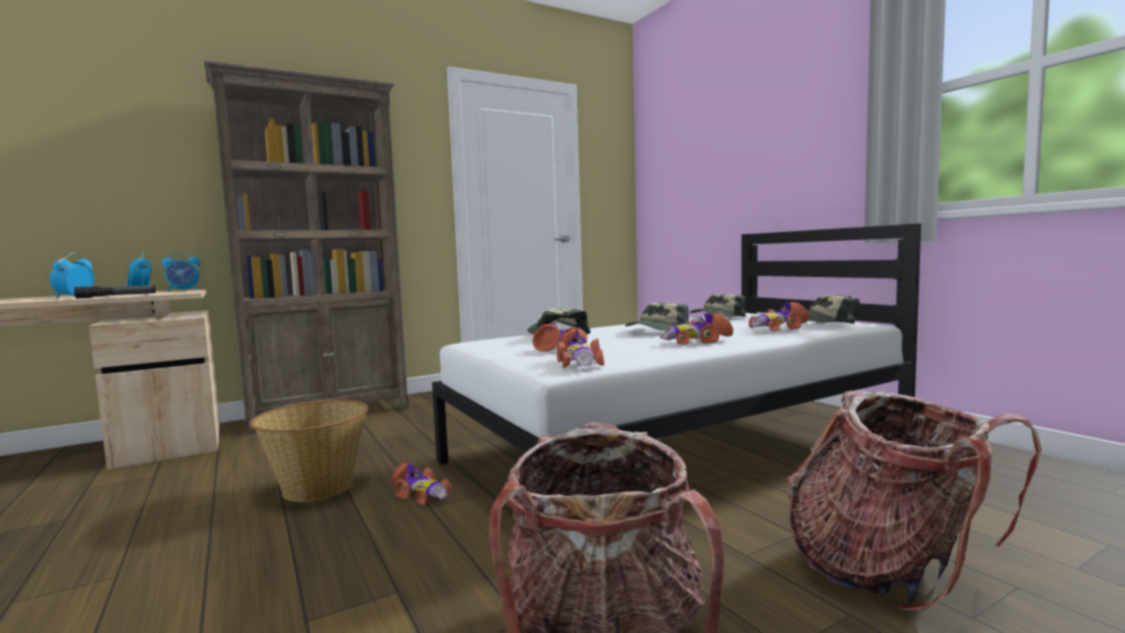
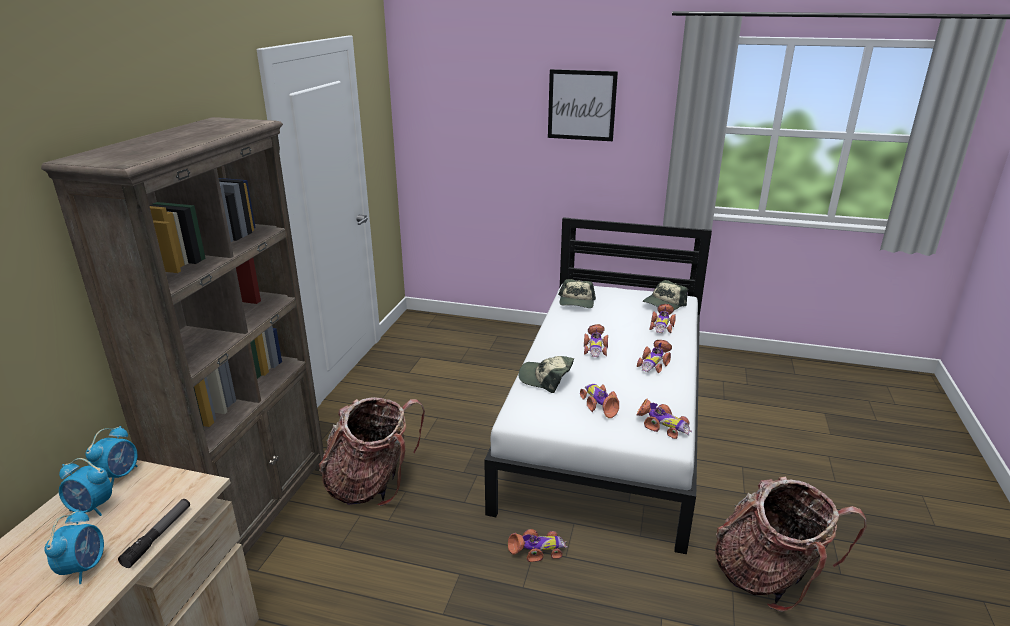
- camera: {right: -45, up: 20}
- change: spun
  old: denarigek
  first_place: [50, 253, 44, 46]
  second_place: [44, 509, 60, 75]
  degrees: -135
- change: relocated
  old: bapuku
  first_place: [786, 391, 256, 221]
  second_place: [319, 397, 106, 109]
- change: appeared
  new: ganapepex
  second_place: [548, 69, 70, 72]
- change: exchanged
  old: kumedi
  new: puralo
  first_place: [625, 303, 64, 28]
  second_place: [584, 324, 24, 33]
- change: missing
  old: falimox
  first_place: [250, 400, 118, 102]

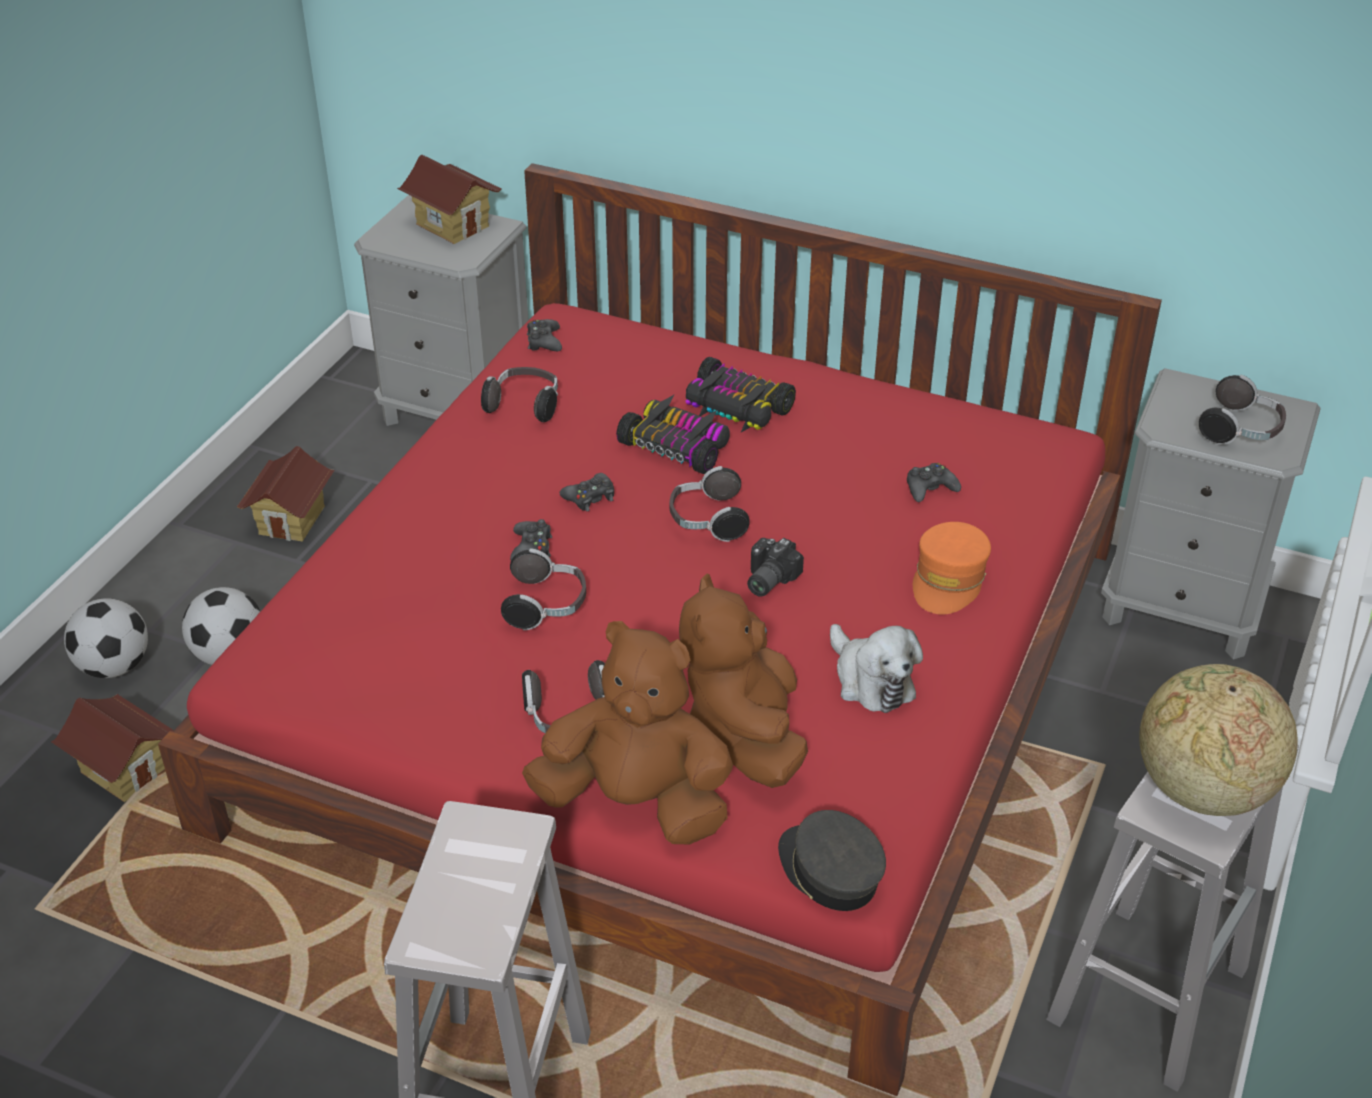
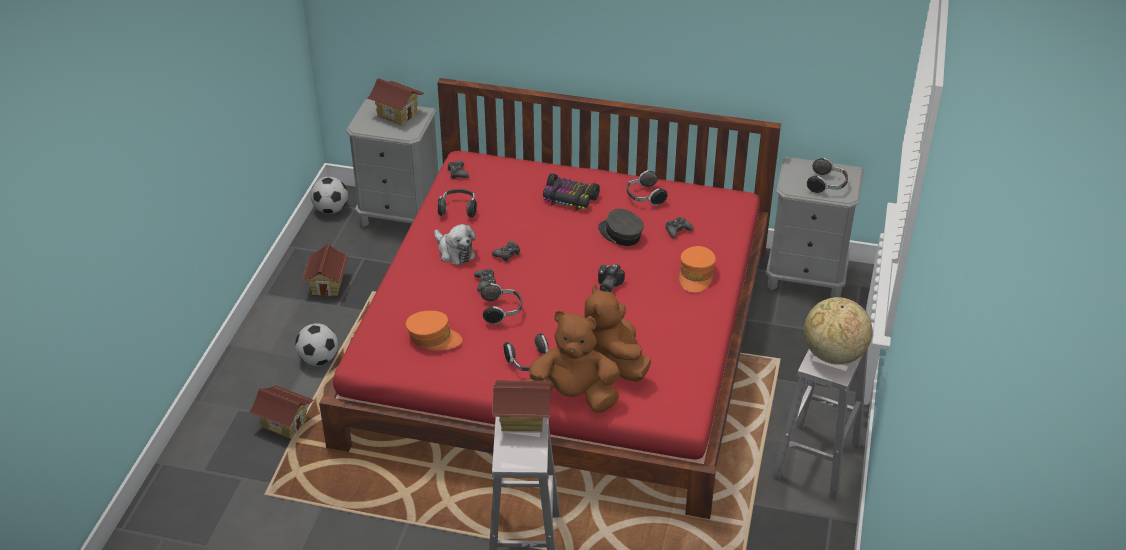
- camera: {right: -10, up: 0}
- change: relocated
  old: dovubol
  first_place: [64, 598, 84, 80]
  second_place: [310, 177, 38, 37]
- change: appeared
  new: kumedi (orange)
  second_place: [406, 311, 56, 40]
- change: relocated
  old: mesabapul
  first_place: [830, 624, 93, 89]
  second_place: [434, 224, 42, 41]
- change: appeared
  new: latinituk
  second_place: [492, 380, 59, 52]
- change: relocated
  old: kumedi (grey)
  first_place: [778, 810, 108, 101]
  second_place: [598, 209, 46, 37]
- change: relocated
  old: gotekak
  first_place: [670, 466, 80, 76]
  second_place: [627, 170, 41, 36]
- change: missing
  old: puralo
  first_place: [616, 395, 114, 79]

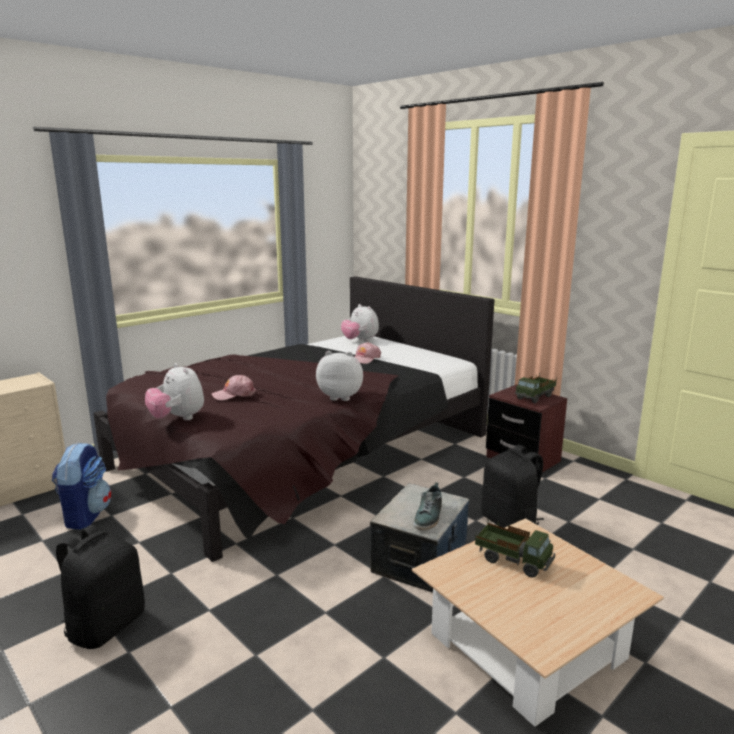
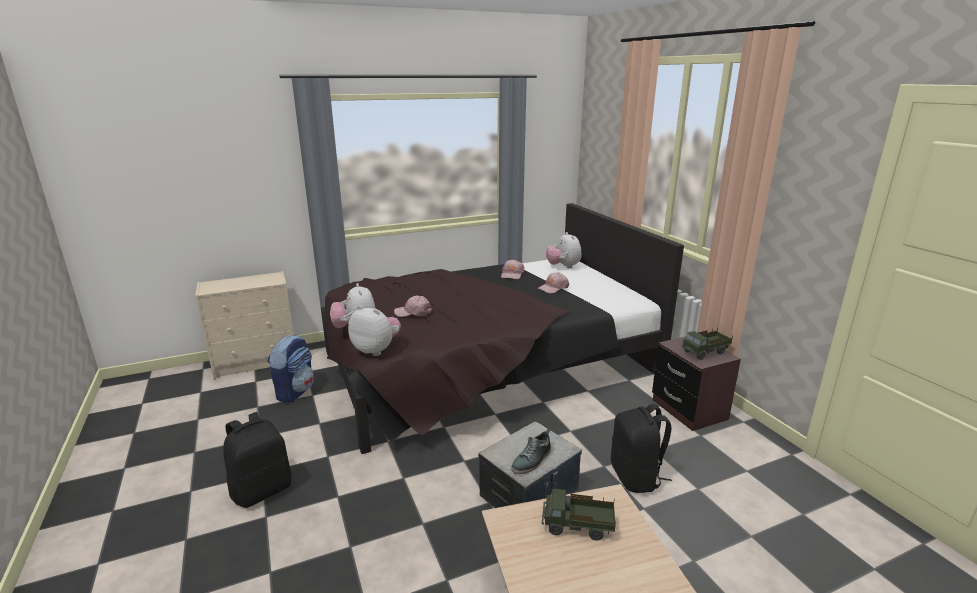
- camera: {right: 20, up: 5}
- change: relocated
  old: mesabapul
  first_place: [316, 351, 47, 50]
  second_place: [348, 305, 53, 51]
- change: appeared
  new: kumedi (pink)
  second_place: [501, 259, 23, 20]
- change: spun
  old: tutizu
  first_place: [475, 521, 80, 56]
  second_place: [542, 488, 74, 53]
  degrees: 135

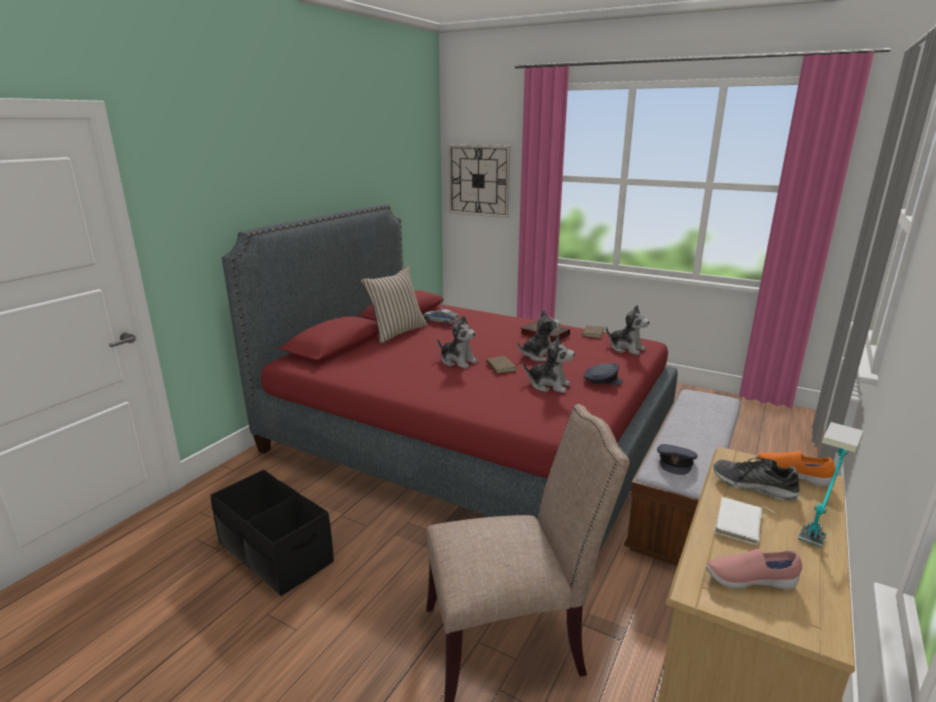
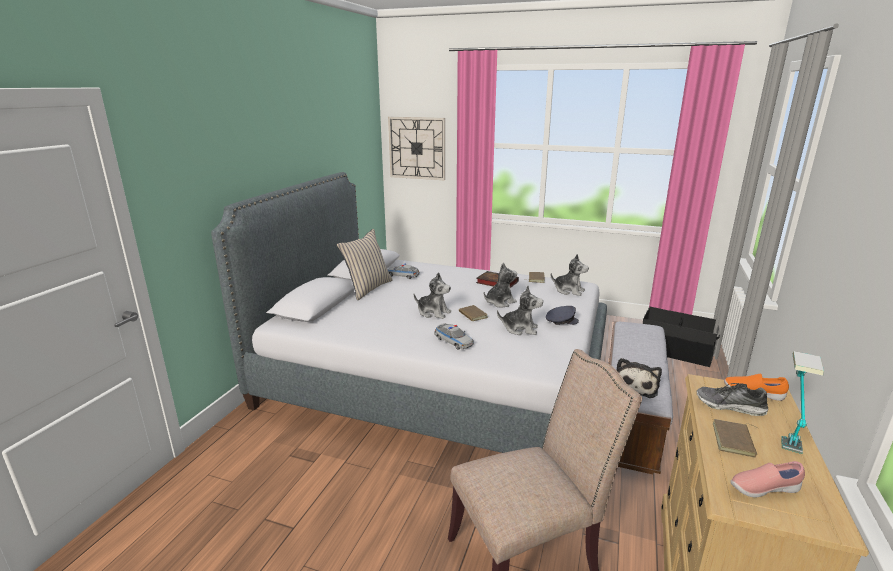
- camera: {right: -10, up: 0}
- change: colour
  old: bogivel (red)
  new: bogivel (grey)
  first_place: [222, 204, 456, 347]
  second_place: [211, 172, 396, 281]
- change: appeared
  new: puralo
  second_place: [434, 323, 40, 27]
- change: exchanged
  old: kumedi (grey)
  new: mesabapul
  first_place: [657, 444, 40, 31]
  second_place: [617, 358, 45, 40]
- change: relocated
  old: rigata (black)
  first_place: [211, 469, 123, 127]
  second_place: [643, 307, 77, 60]
- change: colour
  old: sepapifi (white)
  new: sepapifi (brown)
  first_place: [714, 497, 61, 48]
  second_place: [713, 419, 45, 39]

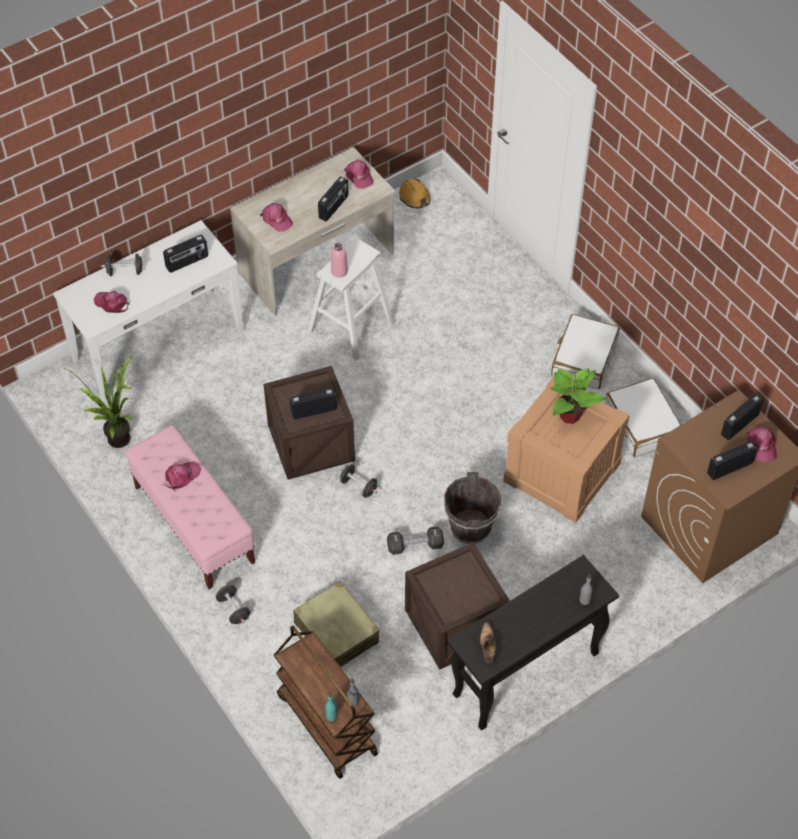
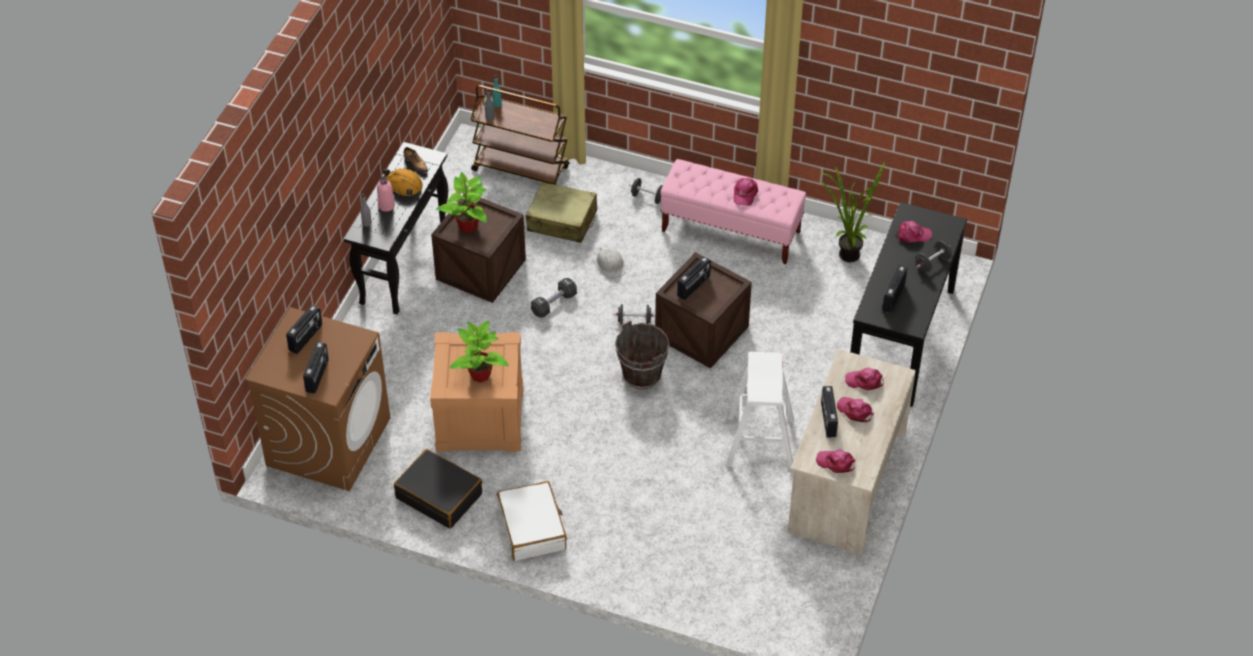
- camera: {right: 145, up: -5}
- change: relocated
  old: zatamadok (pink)
  first_place: [331, 243, 17, 34]
  second_place: [377, 176, 18, 36]
- change: relocated
  old: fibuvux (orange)
  first_place: [399, 179, 31, 30]
  second_place: [383, 168, 40, 28]
- change: colour
  old: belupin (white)
  new: belupin (black)
  first_place: [605, 378, 76, 79]
  second_place: [394, 449, 88, 80]
- change: appeared
  new: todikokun
  second_place: [436, 172, 51, 60]
- change: appeared
  new: fibuvux (white)
  second_place: [596, 247, 29, 31]
- change: relocated
  old: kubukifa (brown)
  first_place: [444, 472, 57, 72]
  second_place: [615, 321, 55, 68]
- change: relocated
  old: kumedi (pink)
  first_place: [746, 427, 31, 35]
  second_place: [837, 397, 37, 25]
- change: colour
  old: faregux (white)
  new: faregux (black)
  first_place: [53, 220, 191, 184]
  second_place: [850, 202, 117, 205]

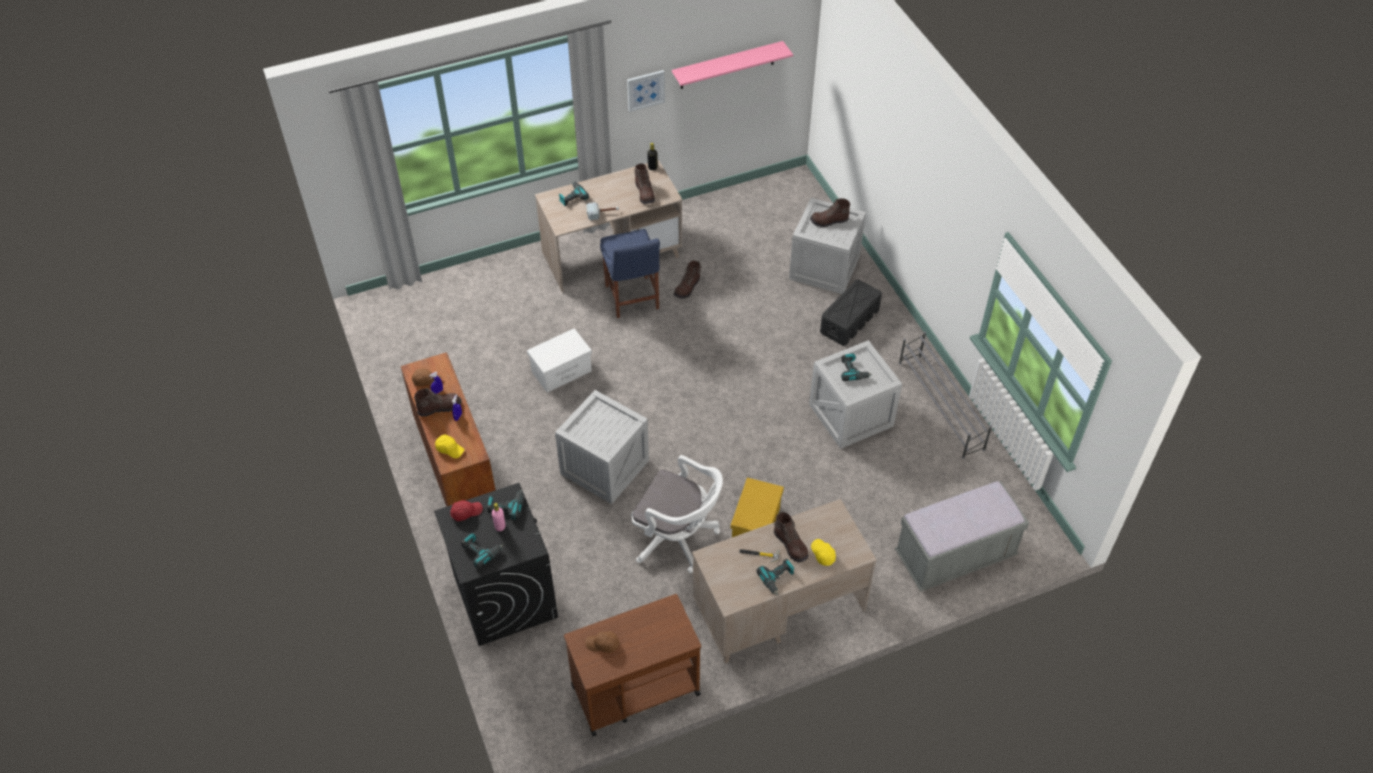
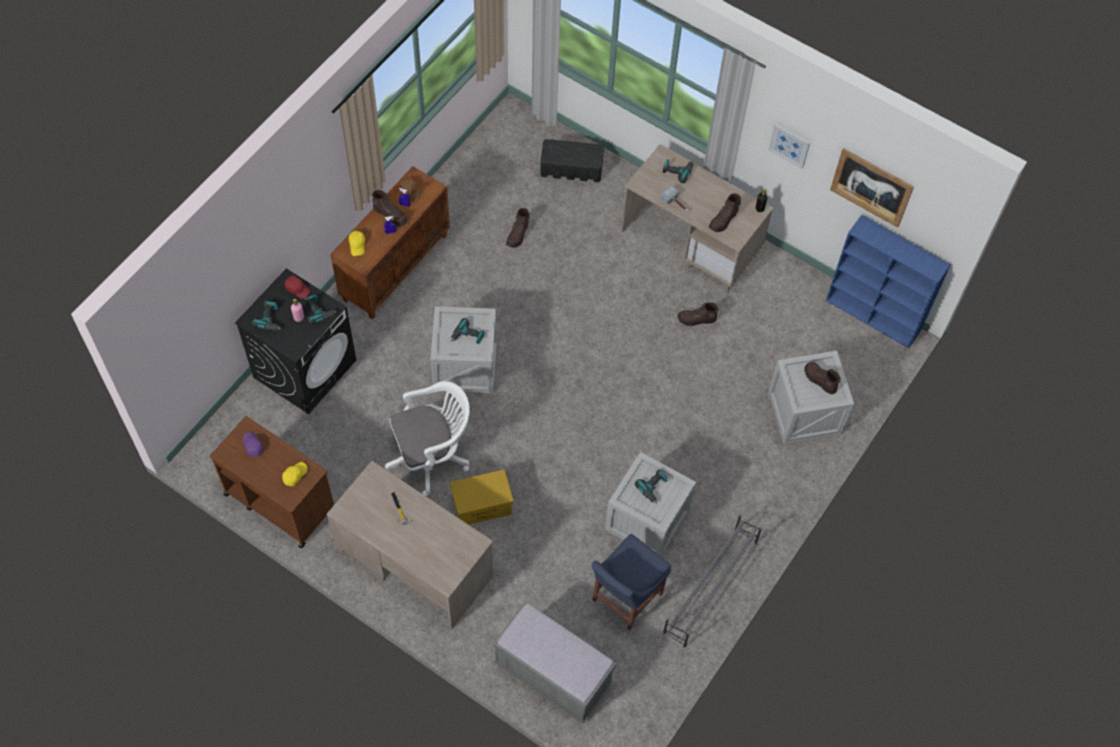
- camera: {right: 55, up: 10}
- change: colour
  old: kumedi (brown)
  new: kumedi (purple)
  first_place: [586, 631, 33, 22]
  second_place: [243, 432, 20, 25]
- change: relocated
  old: kumedi (yellow)
  first_place: [811, 539, 25, 27]
  second_place: [282, 462, 26, 24]
- change: spun
  old: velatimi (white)
  first_place: [631, 455, 92, 118]
  second_place: [385, 381, 85, 115]
  degrees: -105
- change: relocated
  old: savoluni
  first_place: [756, 558, 38, 37]
  second_place: [451, 318, 33, 26]
- change: relocated
  old: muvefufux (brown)
  first_place: [774, 512, 35, 50]
  second_place: [506, 208, 24, 40]
- change: relocated
  old: rigata (black)
  first_place: [820, 279, 62, 67]
  second_place: [540, 139, 64, 43]
- change: relocated
  old: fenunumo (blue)
  first_place: [600, 229, 60, 89]
  second_place: [591, 534, 80, 97]
- change: appeared
  new: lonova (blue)
  second_place: [826, 215, 125, 133]
- change: exchanged
  old: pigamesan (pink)
  new: ganapepex
  first_place: [672, 41, 121, 48]
  second_place: [830, 148, 84, 80]
- change: missing
  old: rigata (white)
  first_place: [527, 328, 65, 65]

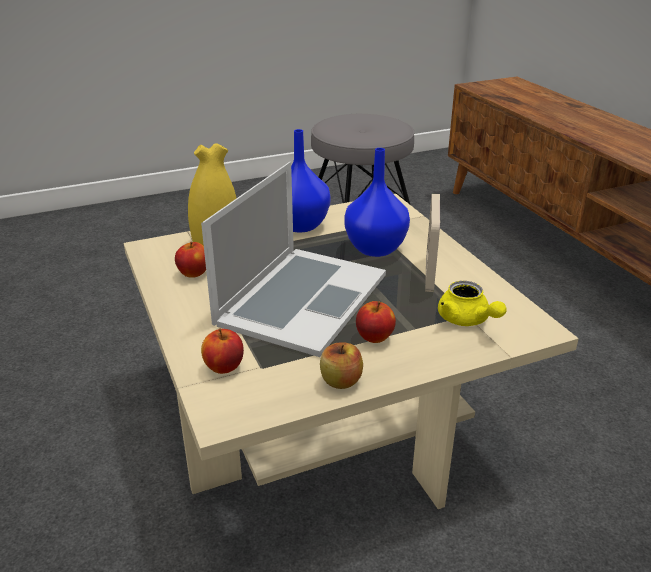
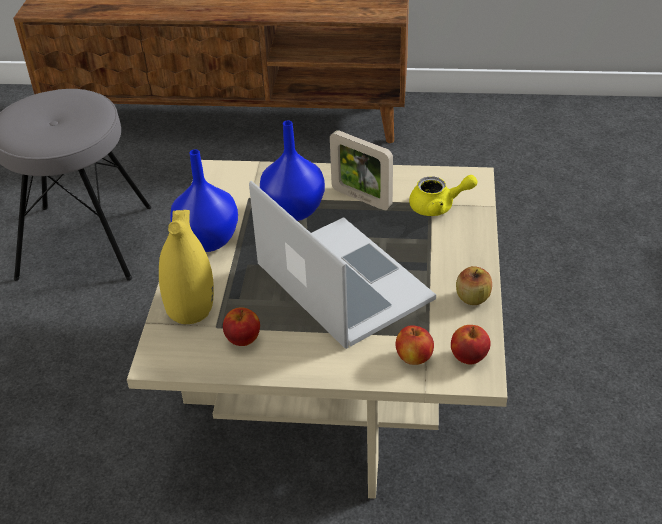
- camera: {right: -60, up: 10}
- change: relocated
  old: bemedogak
  first_place: [356, 301, 40, 42]
  second_place: [451, 325, 40, 40]

